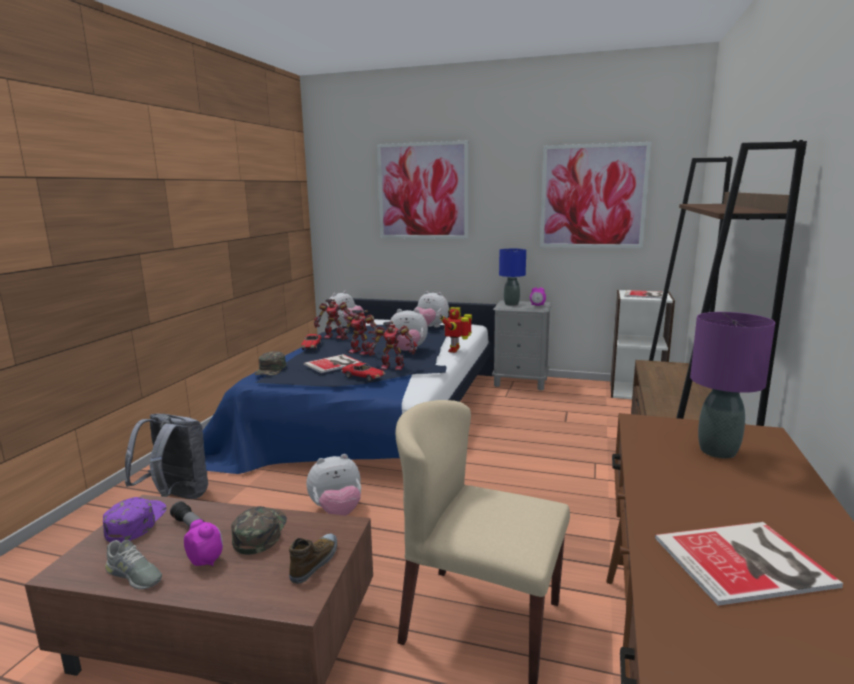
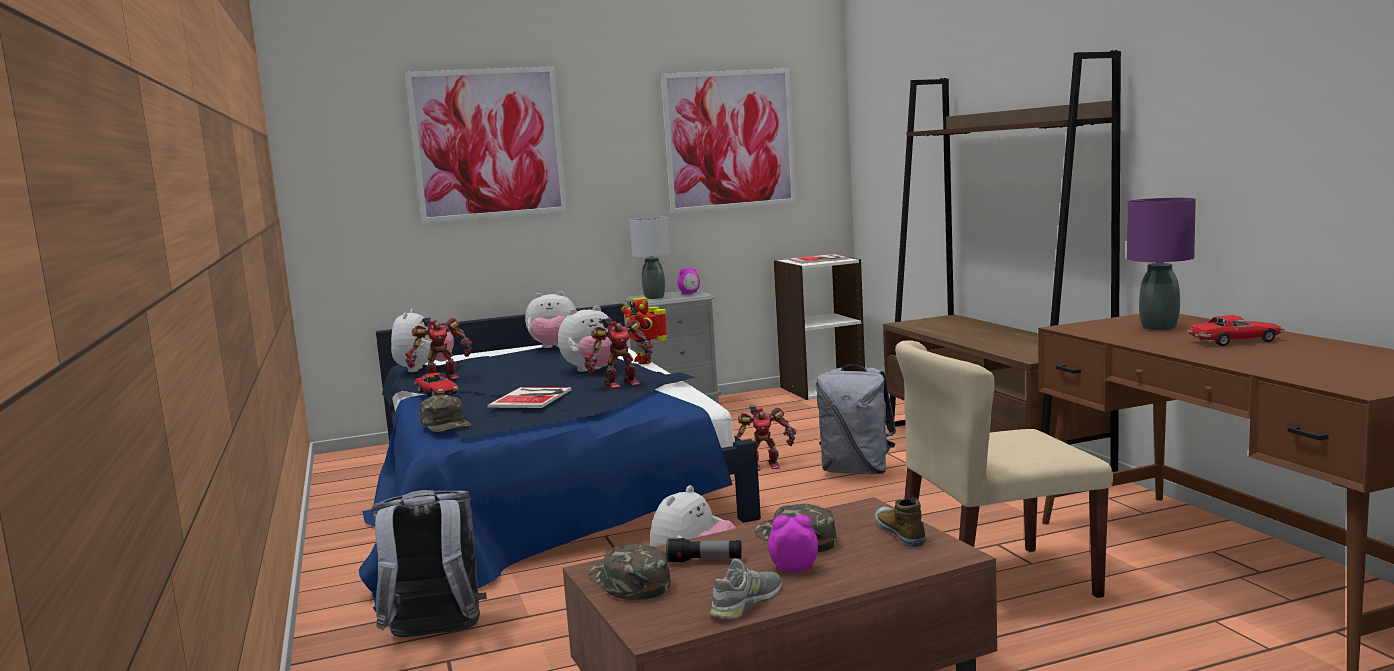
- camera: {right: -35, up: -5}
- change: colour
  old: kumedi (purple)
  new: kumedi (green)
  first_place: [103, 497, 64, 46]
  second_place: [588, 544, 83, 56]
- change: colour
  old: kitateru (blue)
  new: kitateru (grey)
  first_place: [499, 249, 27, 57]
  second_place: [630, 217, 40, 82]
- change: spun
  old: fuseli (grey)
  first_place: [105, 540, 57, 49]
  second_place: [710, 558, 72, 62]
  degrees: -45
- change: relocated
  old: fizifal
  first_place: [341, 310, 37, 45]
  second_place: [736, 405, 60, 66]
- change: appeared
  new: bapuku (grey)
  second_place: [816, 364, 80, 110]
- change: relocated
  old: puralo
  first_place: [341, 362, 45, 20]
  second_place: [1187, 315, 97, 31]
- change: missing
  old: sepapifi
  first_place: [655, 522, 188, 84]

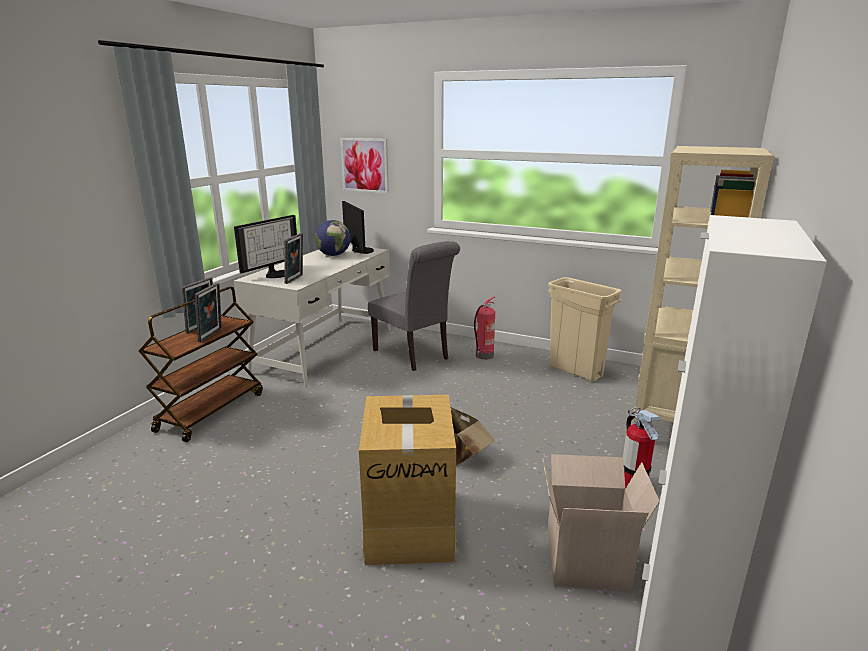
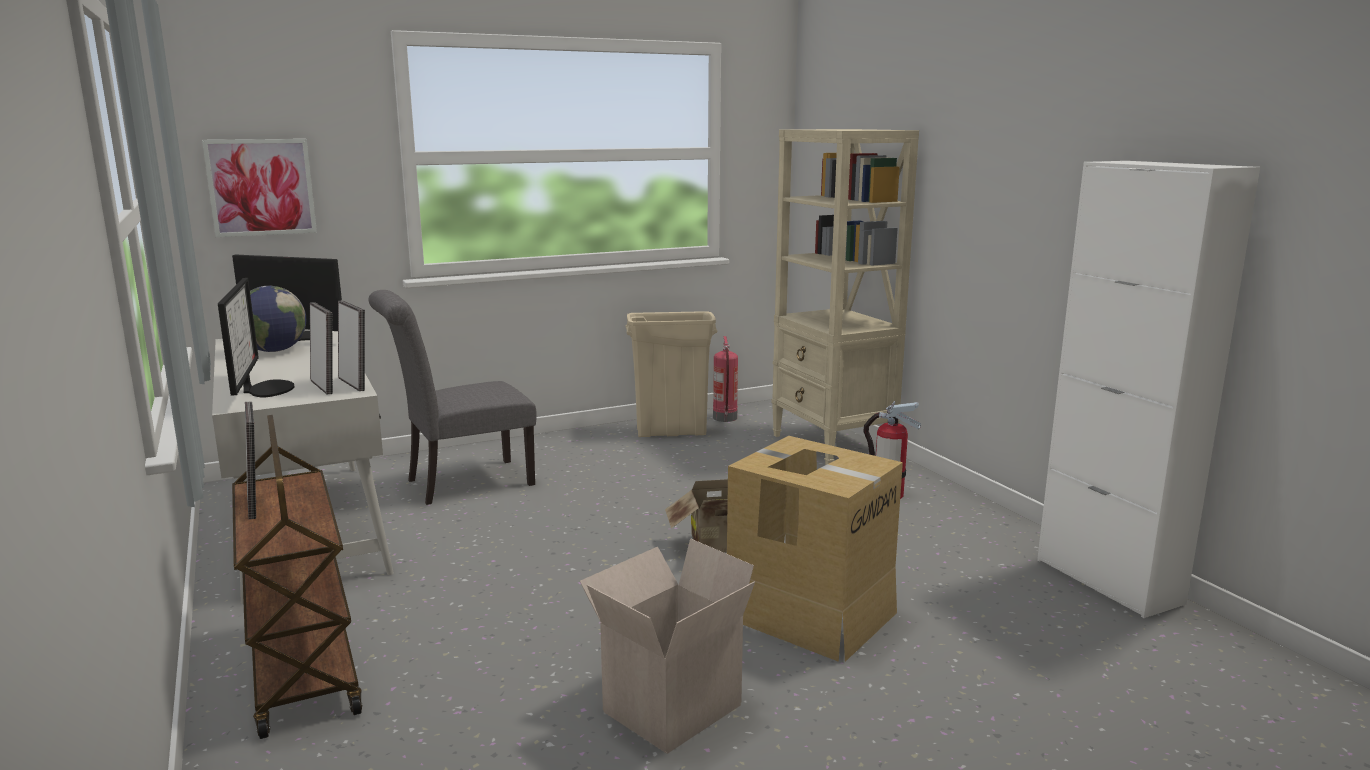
- camera: {right: -50, up: -5}
- change: relocated
  old: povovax
  first_place: [195, 283, 27, 59]
  second_place: [338, 301, 27, 90]
- change: spun
  old: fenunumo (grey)
  first_place: [368, 241, 92, 130]
  second_place: [369, 290, 168, 215]
  degrees: 150
- change: relocated
  old: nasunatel
  first_place: [542, 454, 118, 137]
  second_place: [580, 538, 175, 216]
- change: relocated
  old: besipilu
  first_place: [474, 297, 21, 63]
  second_place: [713, 336, 25, 86]

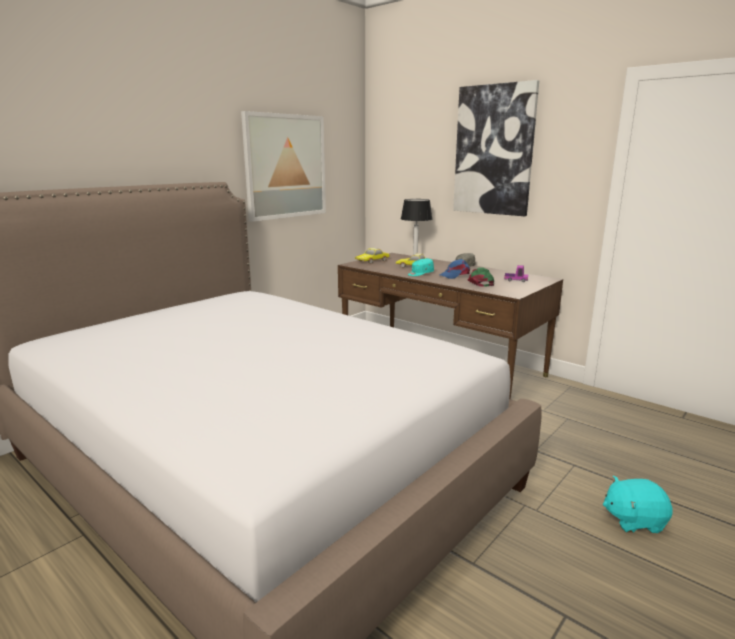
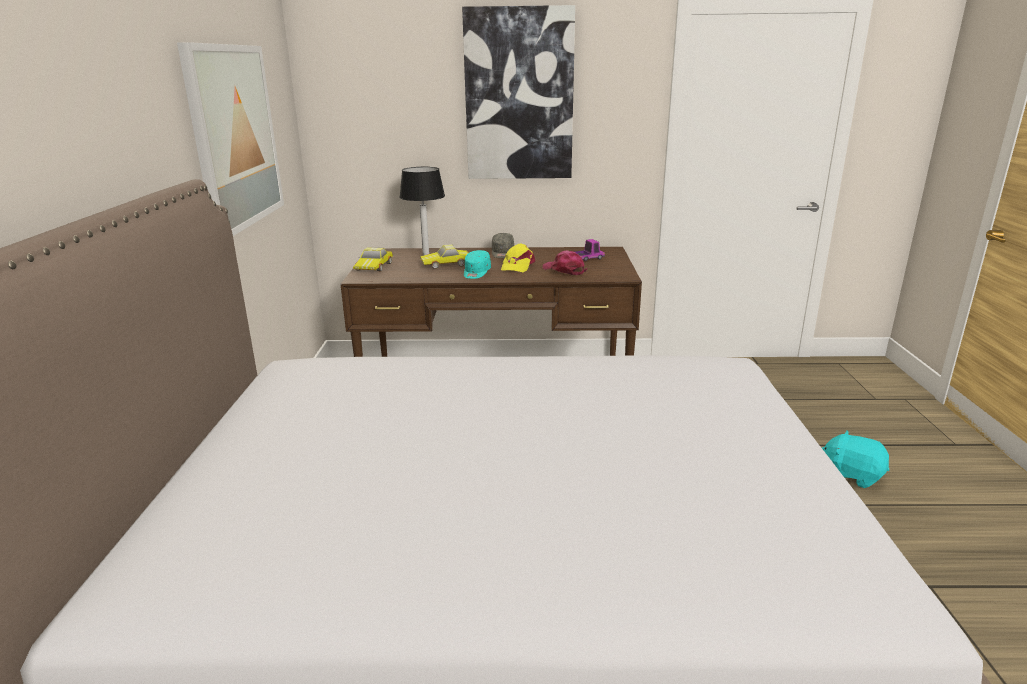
- camera: {right: -40, up: 5}
- change: colour
  old: kumedi (blue)
  new: kumedi (yellow)
  first_place: [440, 259, 30, 20]
  second_place: [501, 243, 34, 29]
- change: colour
  old: kumedi (green)
  new: kumedi (pink)
  first_place: [468, 268, 26, 19]
  second_place: [543, 251, 44, 24]
- change: spun
  old: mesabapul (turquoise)
  first_place: [603, 476, 70, 57]
  second_place: [822, 430, 67, 58]
  degrees: 75

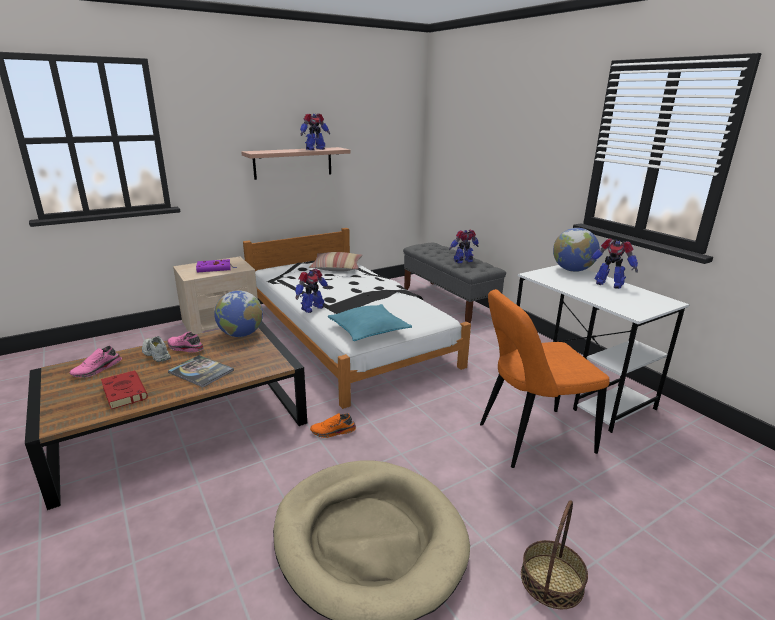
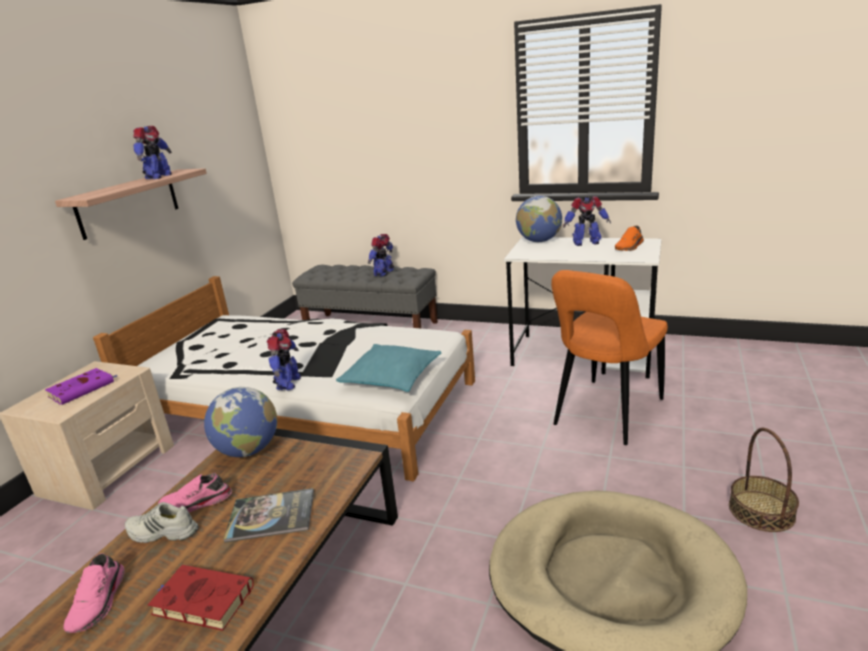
- camera: {right: -35, up: 0}
- change: relocated
  old: fuseli (orange)
  first_place: [310, 413, 46, 25]
  second_place: [615, 225, 29, 26]
- change: missing
  old: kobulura
  first_place: [309, 252, 53, 19]

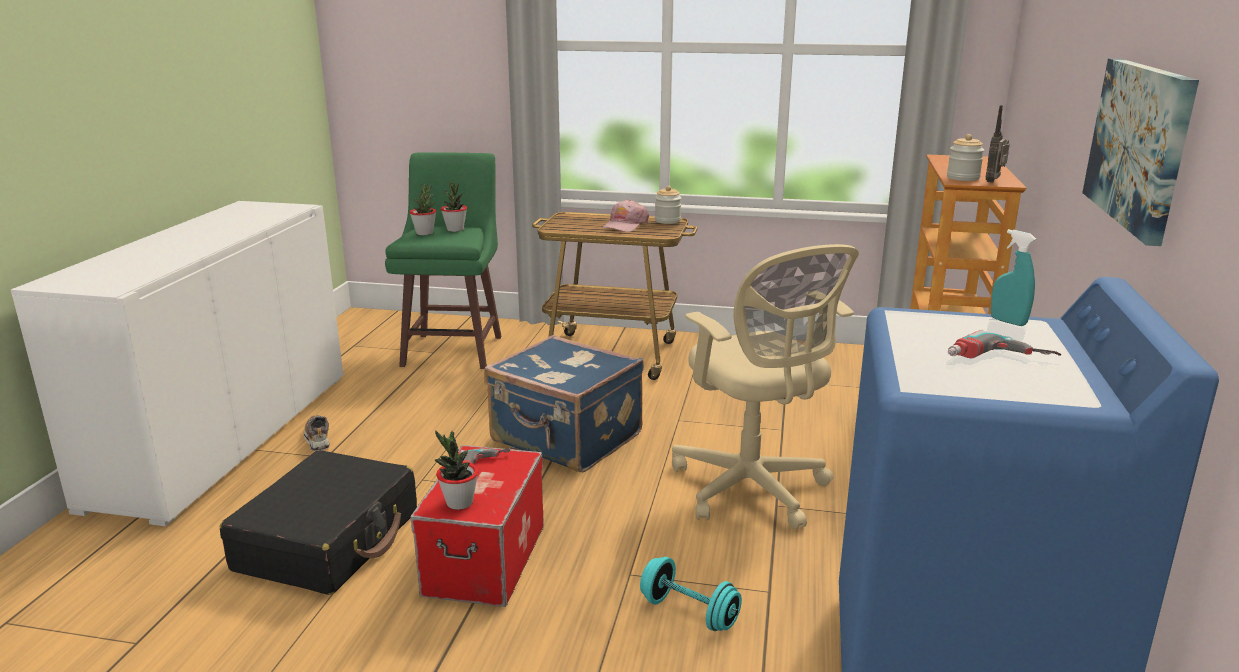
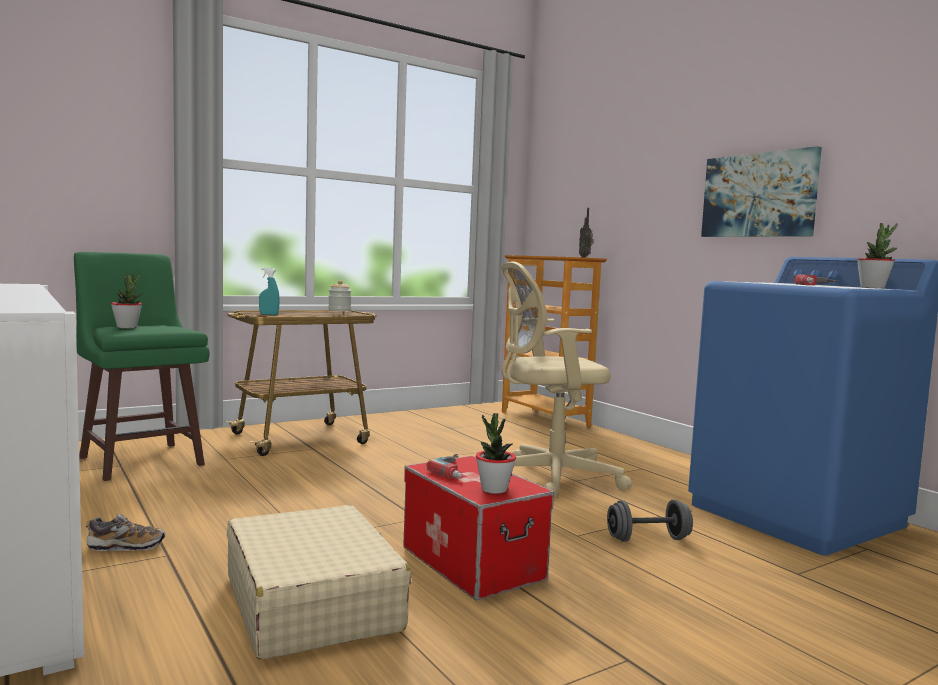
- camera: {right: -45, up: -15}
- change: spun
  old: fuseli
  first_place: [304, 415, 26, 36]
  second_place: [86, 514, 79, 37]
  degrees: 150
- change: colour
  old: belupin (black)
  new: belupin (beige)
  first_place: [220, 450, 197, 145]
  second_place: [227, 505, 184, 155]
- change: relocated
  old: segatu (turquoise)
  first_place: [991, 229, 45, 97]
  second_place: [259, 268, 21, 47]
- change: spun
  old: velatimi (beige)
  first_place: [672, 244, 187, 286]
  second_place: [501, 262, 131, 236]
  degrees: 150
- change: colour
  old: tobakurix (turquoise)
  new: tobakurix (grey)
  first_place: [640, 557, 102, 74]
  second_place: [607, 500, 86, 42]
- change: relocated
  old: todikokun
  first_place: [441, 180, 26, 52]
  second_place: [857, 223, 41, 66]
- change: missing
  old: belupin (blue)
  first_place: [484, 335, 160, 137]
- change: missing
  old: kumedi (pink)
  first_place: [602, 199, 47, 33]
- change: missing
  old: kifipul
  first_place: [947, 134, 37, 47]

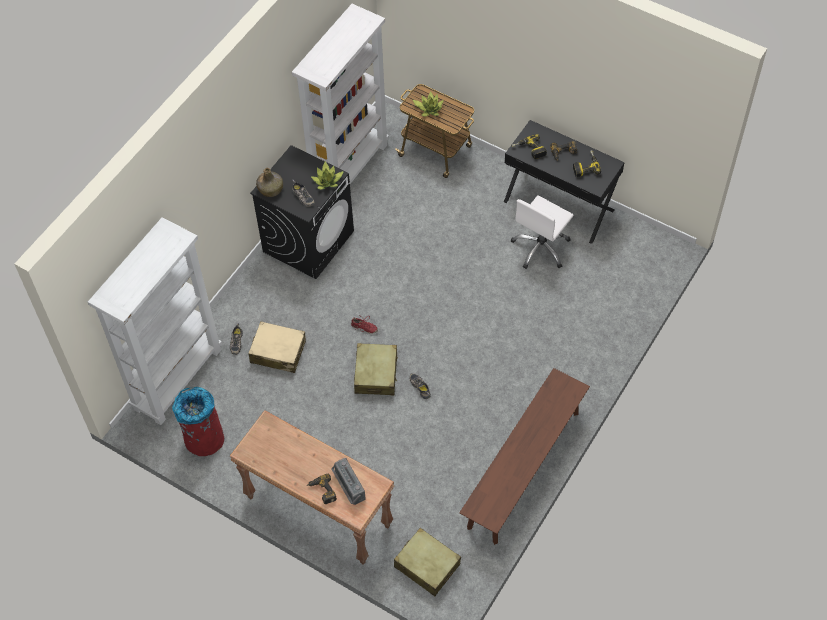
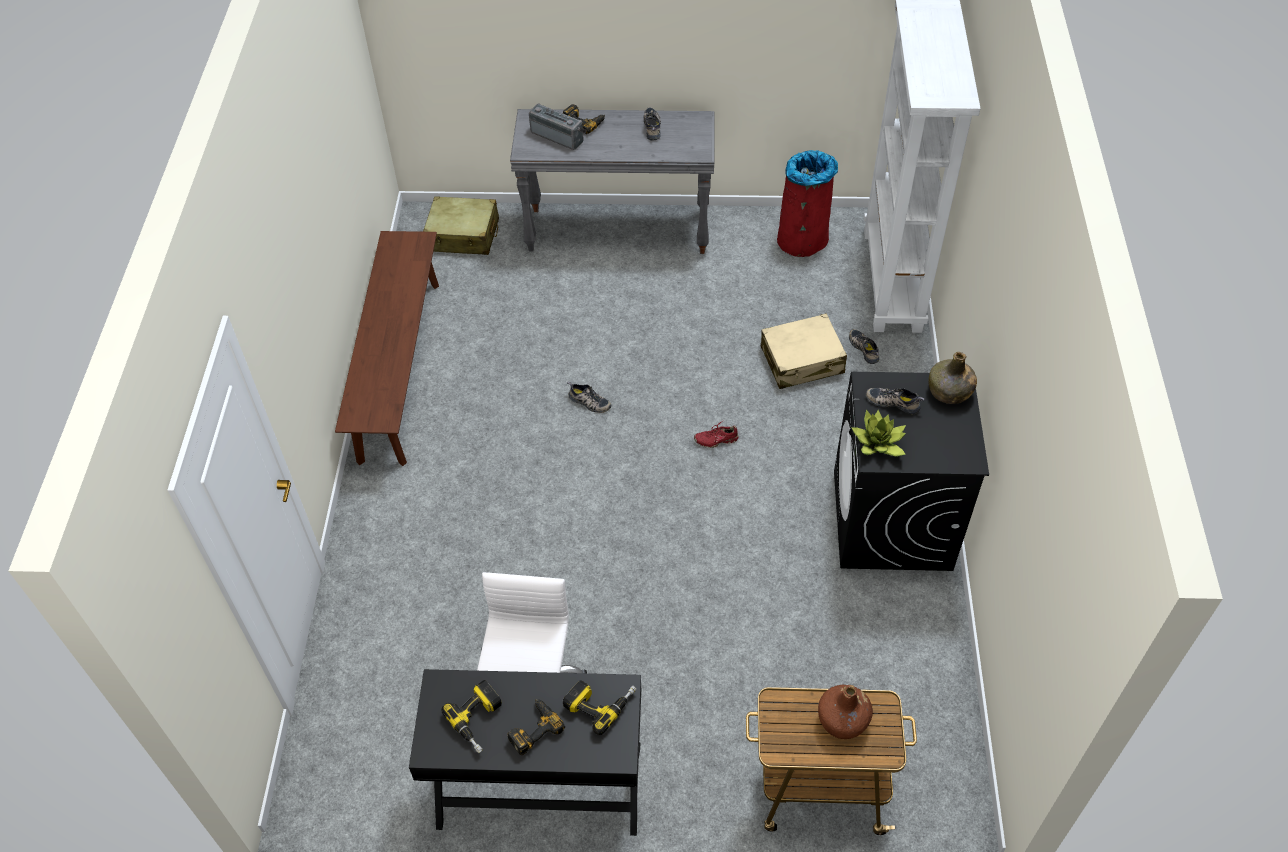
- camera: {right: 150, up: -5}
- change: colour
  old: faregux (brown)
  new: faregux (grey)
  first_place: [230, 410, 164, 155]
  second_place: [510, 109, 205, 145]
- change: appeared
  new: fuseli
  second_place: [643, 107, 18, 33]
- change: exchanged
  old: todikokun
  new: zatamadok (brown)
  first_place: [412, 92, 32, 25]
  second_place: [818, 685, 55, 54]
- change: missing
  old: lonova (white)
  first_place: [292, 4, 97, 180]
- change: missing
  old: belupin (beige)
  first_place: [354, 343, 44, 53]

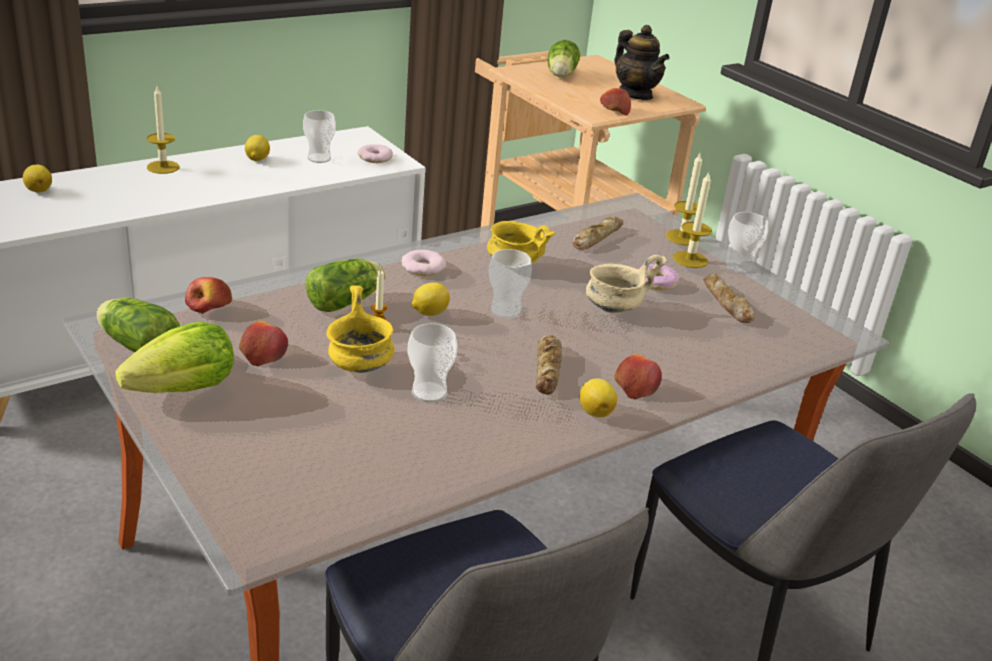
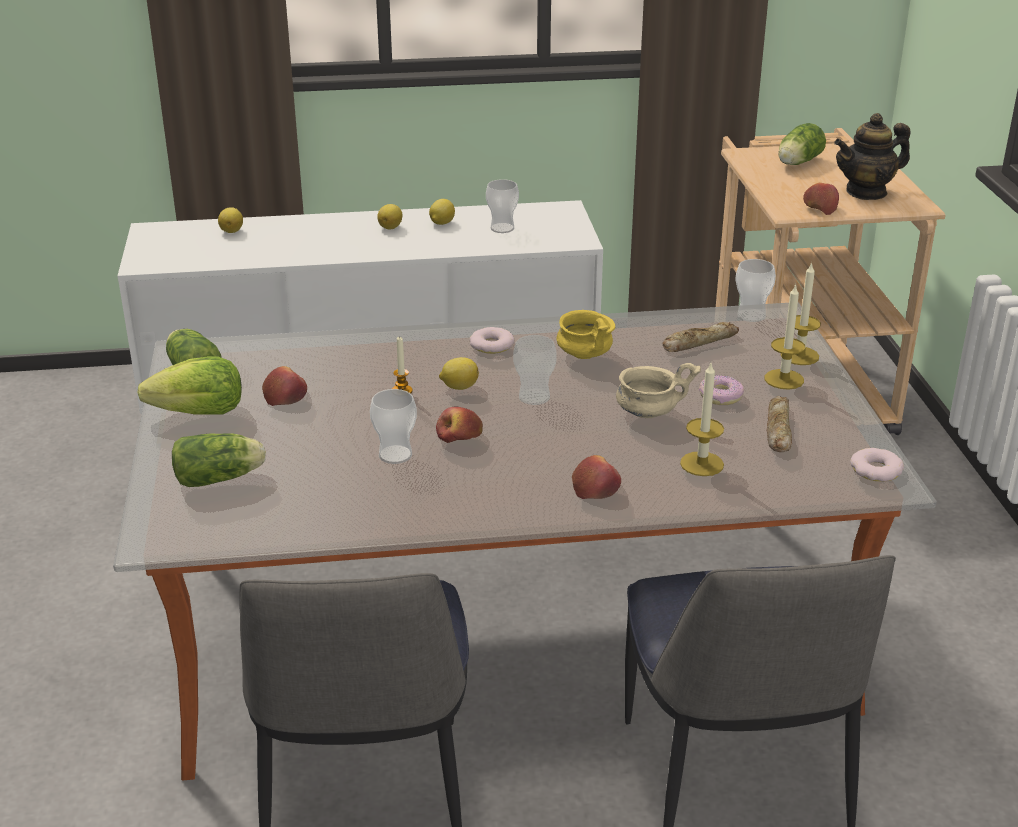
- camera: {right: 30, up: 0}
- change: relocated
  old: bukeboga
  first_place: [305, 258, 80, 54]
  second_place: [172, 433, 94, 54]
- change: relocated
  old: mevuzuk
  first_place: [579, 379, 38, 38]
  second_place: [377, 204, 26, 25]
- change: relocated
  old: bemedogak
  first_place: [185, 277, 47, 37]
  second_place: [436, 407, 47, 36]
- change: relocated
  old: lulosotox
  first_place: [147, 86, 32, 88]
  second_place: [680, 363, 44, 113]
- change: relocated
  old: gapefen
  first_place: [726, 212, 42, 62]
  second_place: [735, 259, 41, 63]
- change: spun
  old: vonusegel
  first_place: [614, 25, 56, 75]
  second_place: [834, 113, 77, 87]
  degrees: 75
- change: relocated
  old: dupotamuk
  first_place: [358, 144, 35, 19]
  second_place: [850, 448, 54, 34]
- change: missing
  old: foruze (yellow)
  first_place: [326, 285, 69, 88]
- change: missing
  old: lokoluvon
  first_place: [536, 335, 26, 59]

